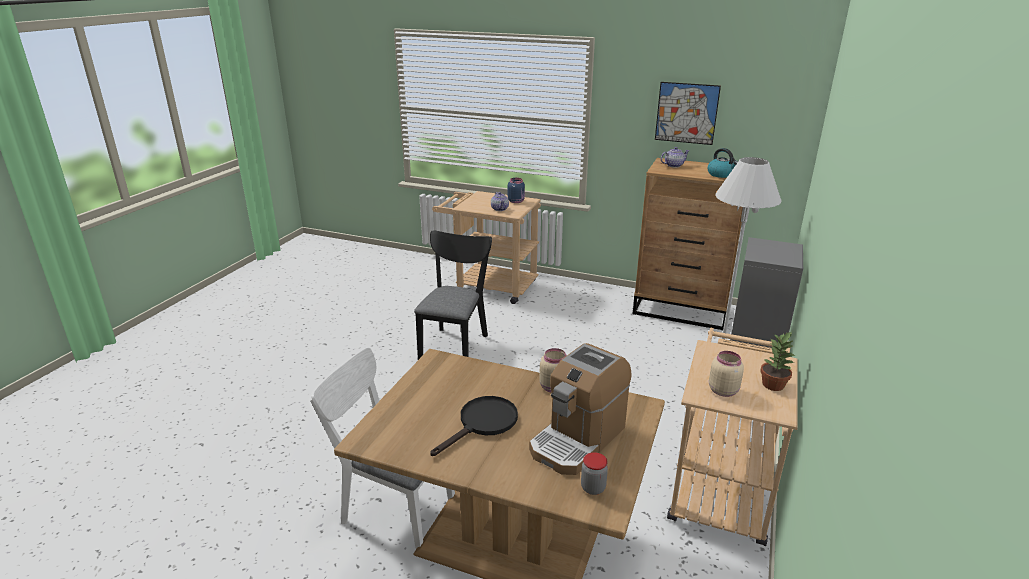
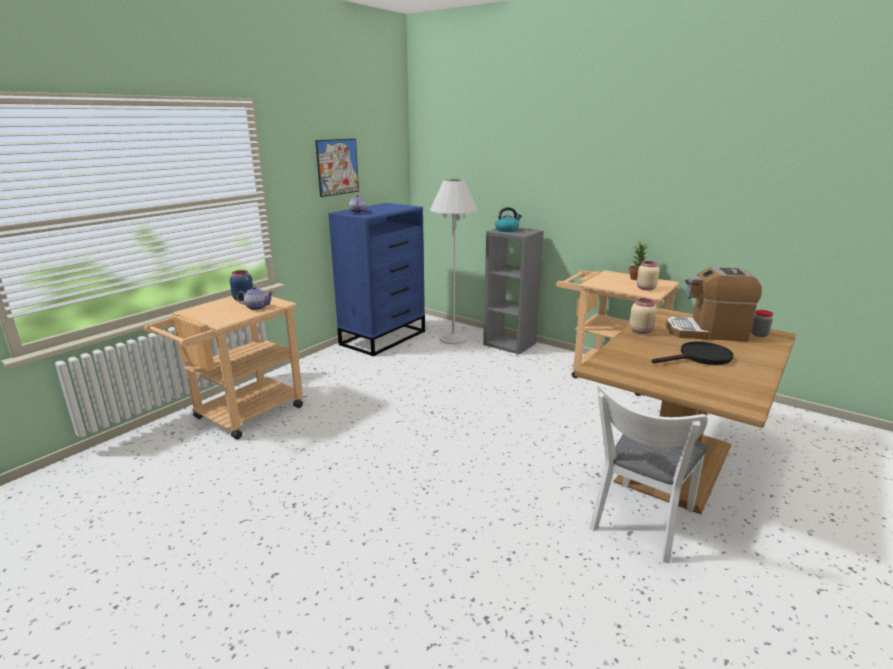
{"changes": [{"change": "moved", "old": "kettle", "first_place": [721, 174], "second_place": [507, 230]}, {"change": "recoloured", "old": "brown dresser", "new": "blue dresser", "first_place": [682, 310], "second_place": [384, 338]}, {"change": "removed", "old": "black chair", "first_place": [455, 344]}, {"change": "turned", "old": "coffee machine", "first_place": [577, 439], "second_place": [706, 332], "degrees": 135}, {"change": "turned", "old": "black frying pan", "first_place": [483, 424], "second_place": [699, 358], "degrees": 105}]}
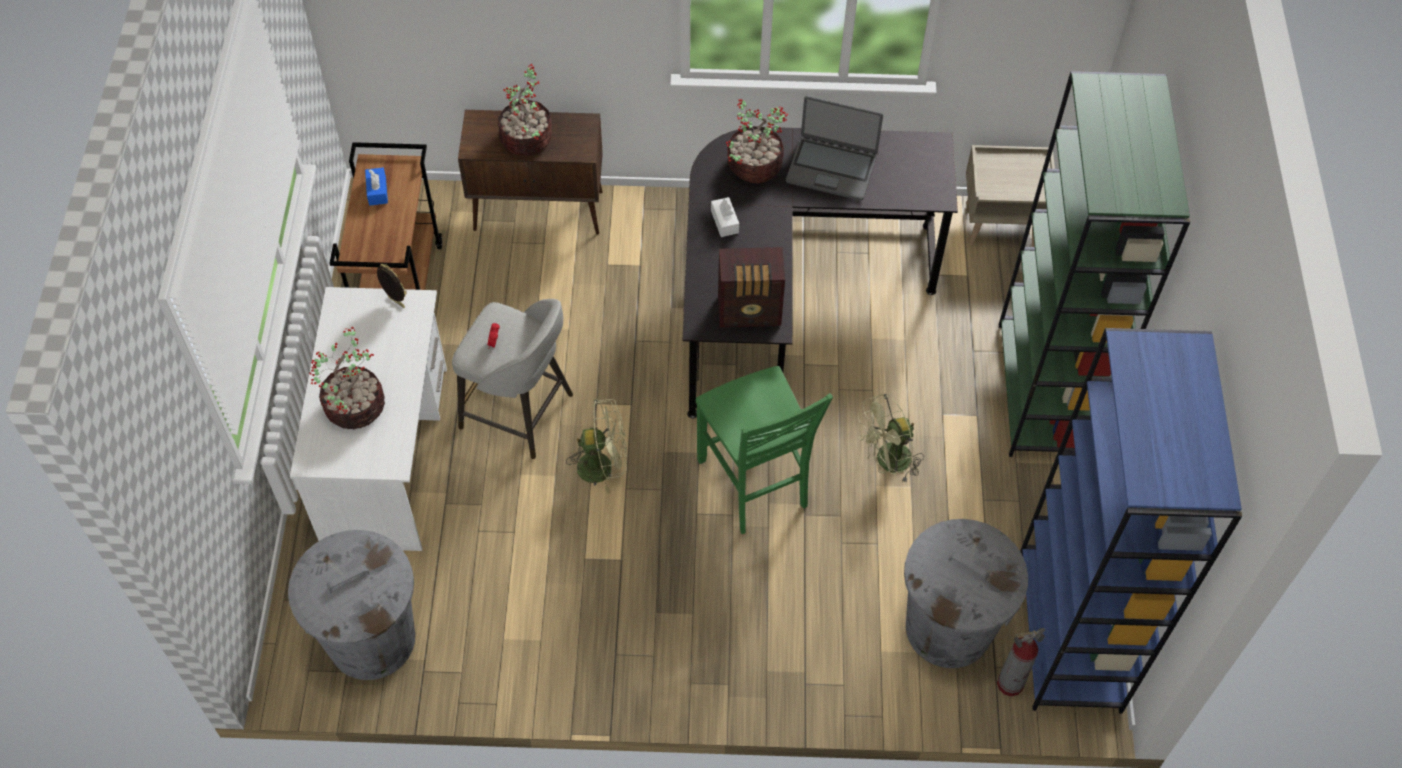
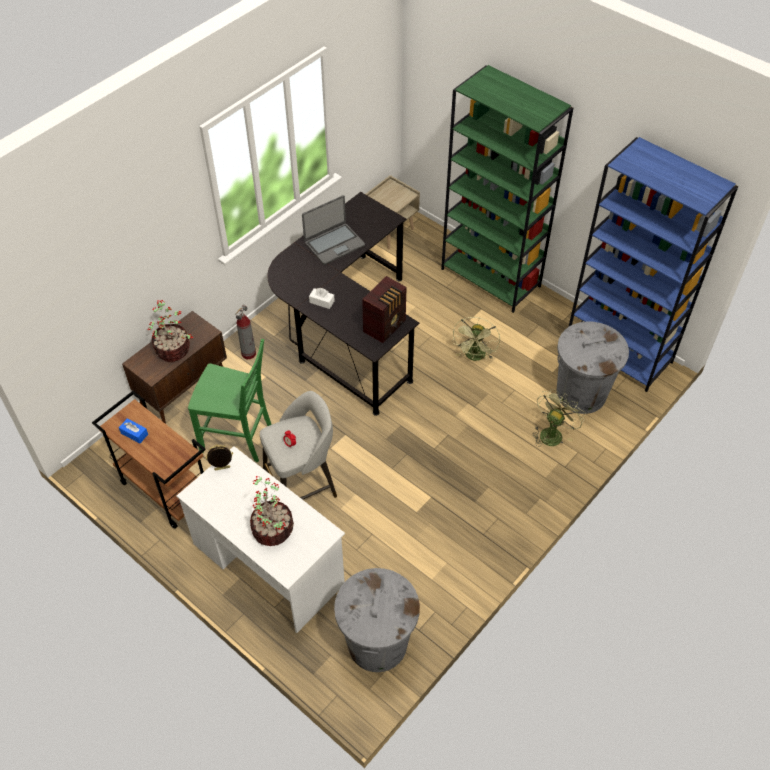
{"changes": [{"change": "removed", "old": "potted plant", "first_place": [753, 166]}, {"change": "moved", "old": "green chair", "first_place": [754, 484], "second_place": [238, 438]}, {"change": "moved", "old": "green fan", "first_place": [603, 466], "second_place": [552, 433]}, {"change": "moved", "old": "fire extinguisher", "first_place": [1010, 683], "second_place": [248, 353]}]}
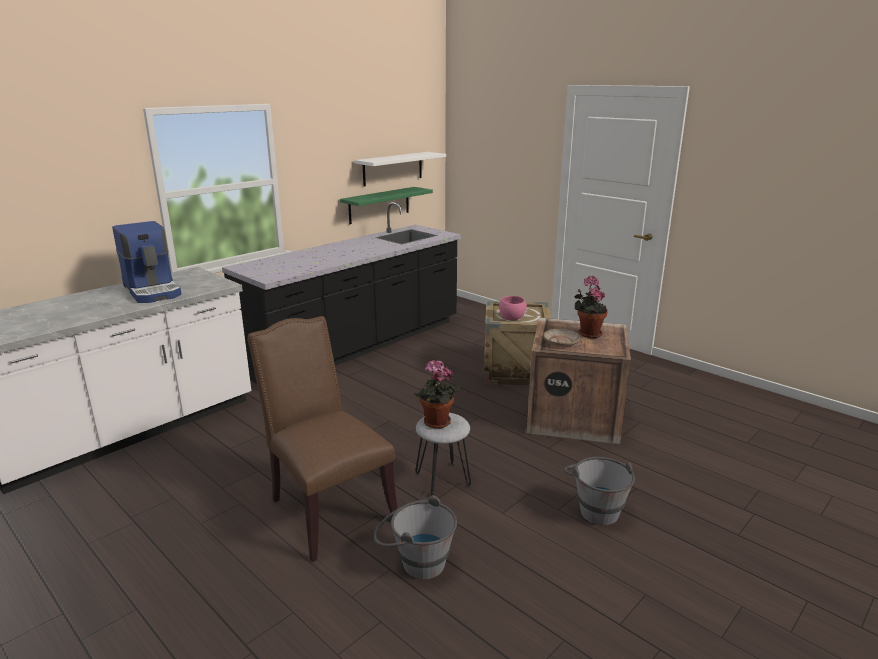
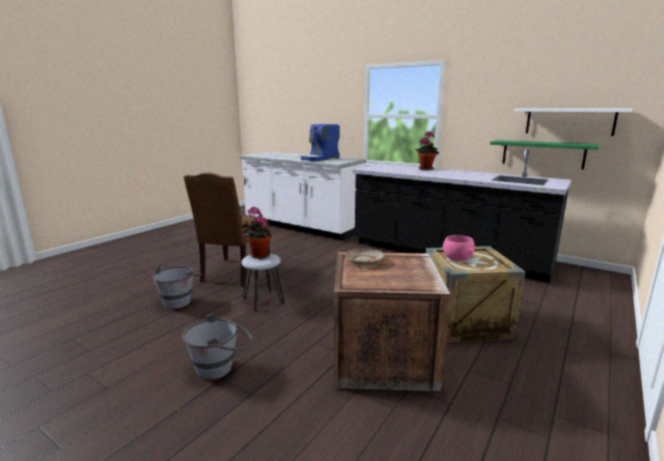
{"changes": [{"change": "moved", "old": "potted plant", "first_place": [588, 333], "second_place": [426, 168]}, {"change": "turned", "old": "brown chair", "first_place": [327, 508], "second_place": [234, 273], "degrees": 150}]}
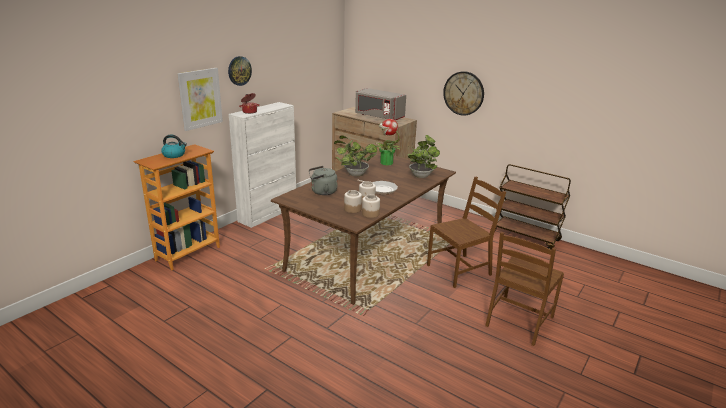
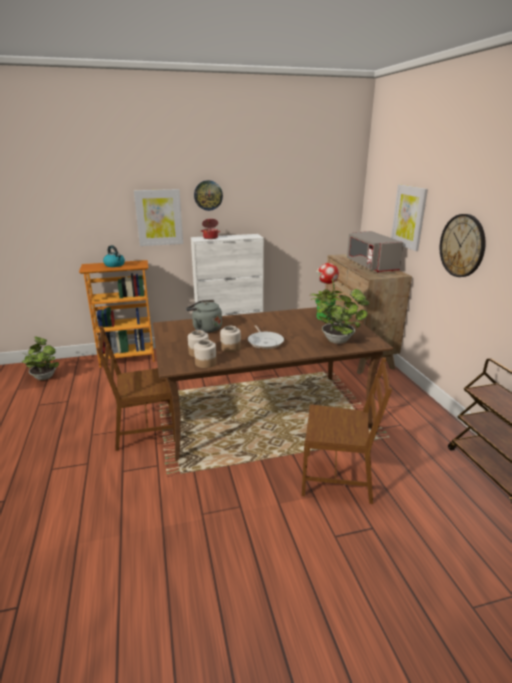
{"changes": [{"change": "moved", "old": "potted plant", "first_place": [354, 174], "second_place": [44, 376]}, {"change": "moved", "old": "brown chair", "first_place": [519, 321], "second_place": [144, 430]}, {"change": "added", "new": "picture", "second_place": [409, 217]}]}
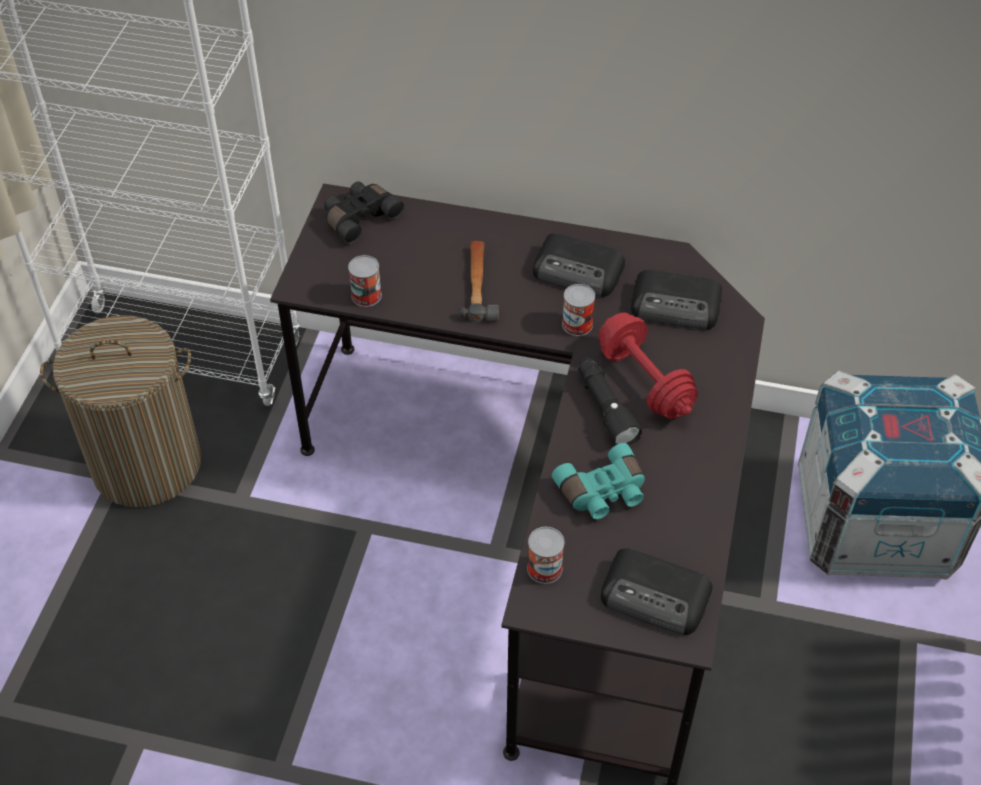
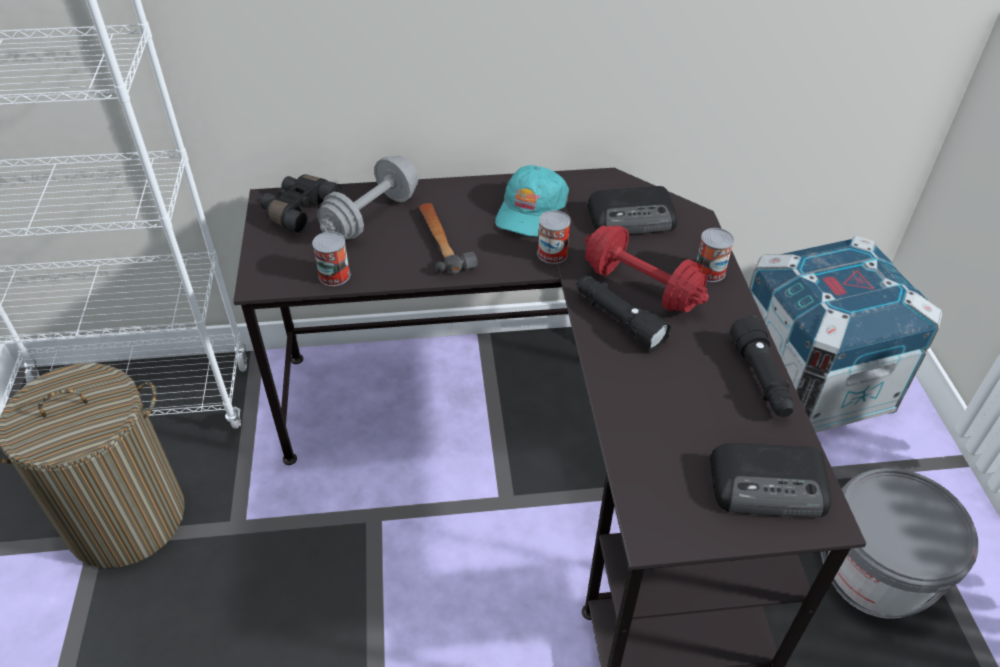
{"changes": [{"change": "replaced", "old": "radio", "new": "turquoise cap", "first_place": [579, 271], "second_place": [530, 210]}, {"change": "removed", "old": "turquoise binoculars", "first_place": [603, 493]}, {"change": "moved", "old": "can", "first_place": [544, 568], "second_place": [709, 271]}, {"change": "added", "new": "grey dumbbell", "second_place": [371, 216]}, {"change": "added", "new": "black flashlight", "second_place": [760, 379]}, {"change": "added", "new": "grey bucket", "second_place": [874, 574]}]}
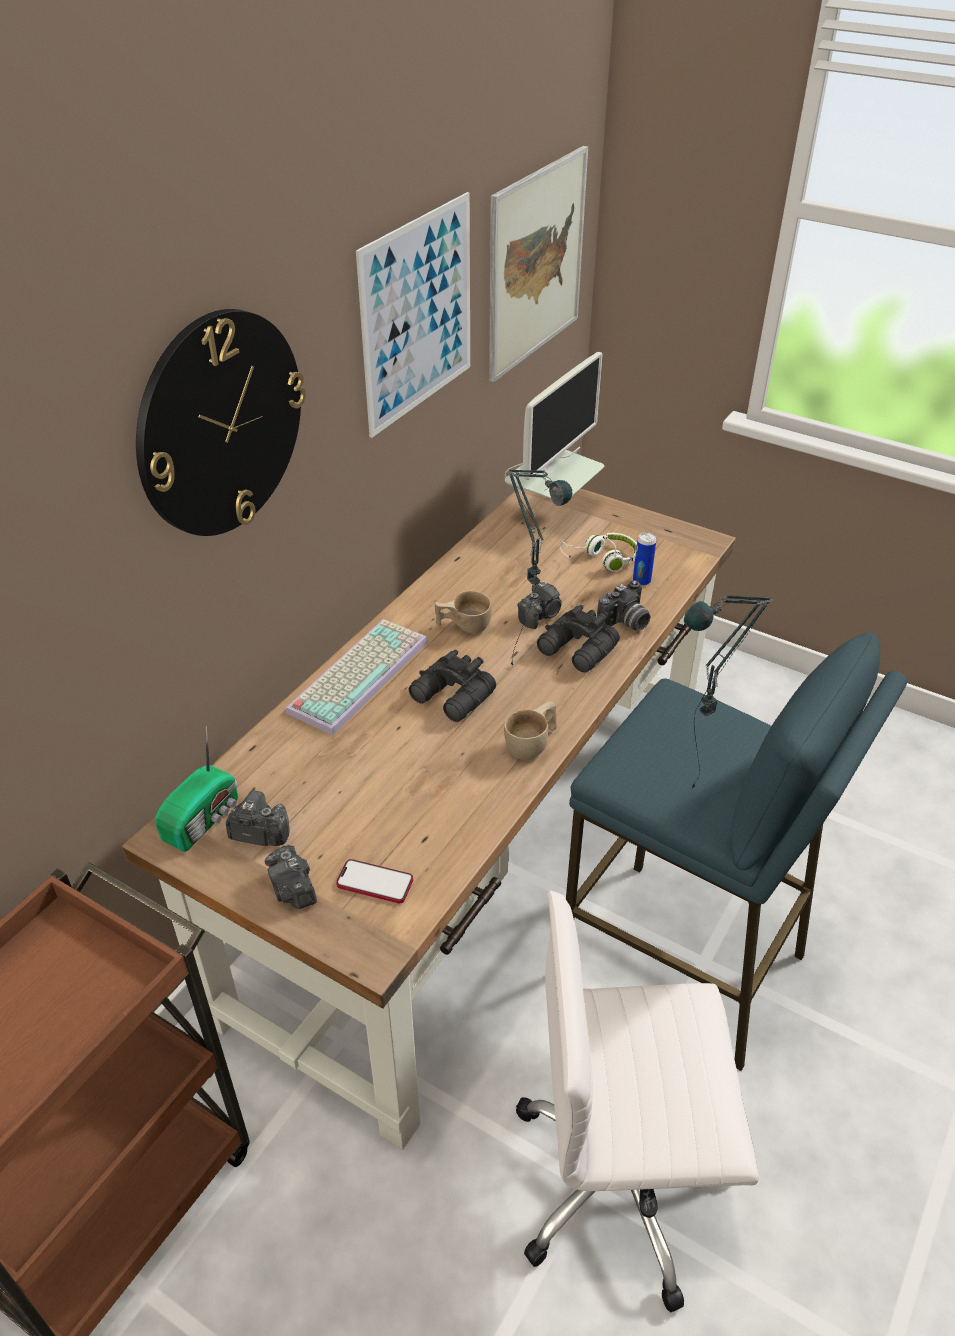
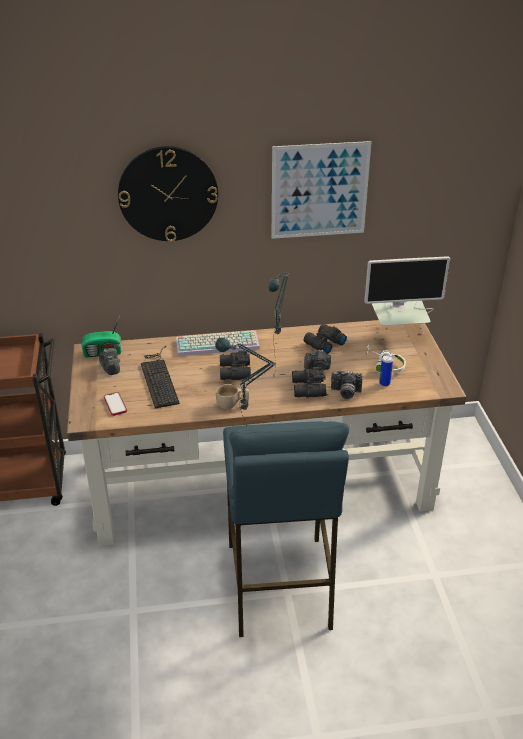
{"changes": [{"change": "removed", "old": "picture", "first_place": [536, 263]}, {"change": "removed", "old": "beige cup", "first_place": [463, 626]}, {"change": "removed", "old": "photo camera", "first_place": [293, 890]}, {"change": "removed", "old": "white office chair", "first_place": [623, 1180]}, {"change": "added", "new": "black binoculars", "second_place": [323, 343]}, {"change": "added", "new": "keyboard", "second_place": [159, 378]}]}
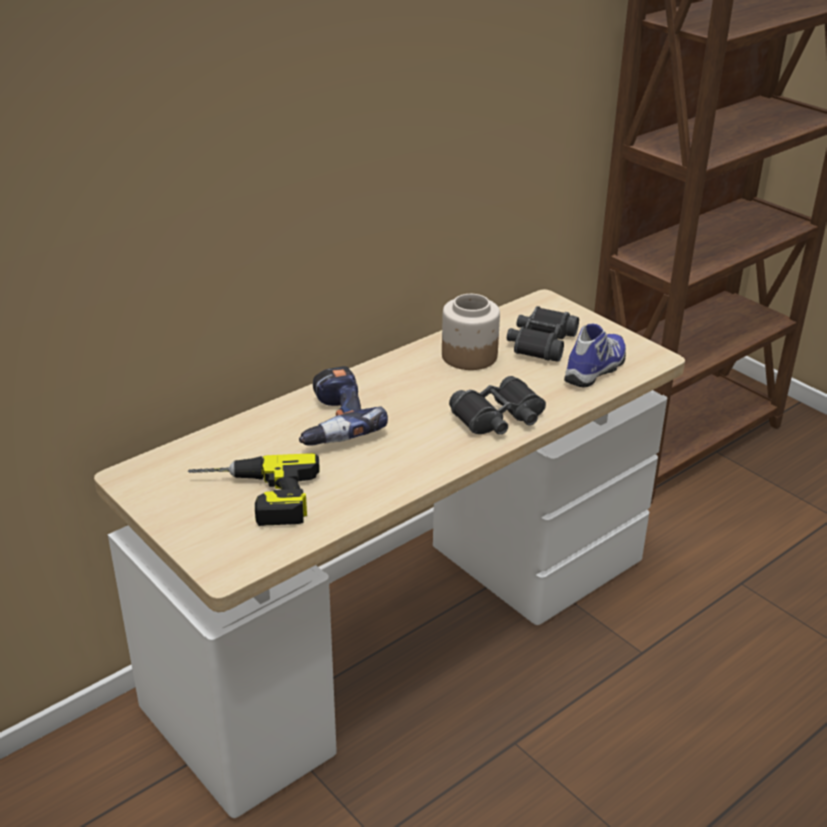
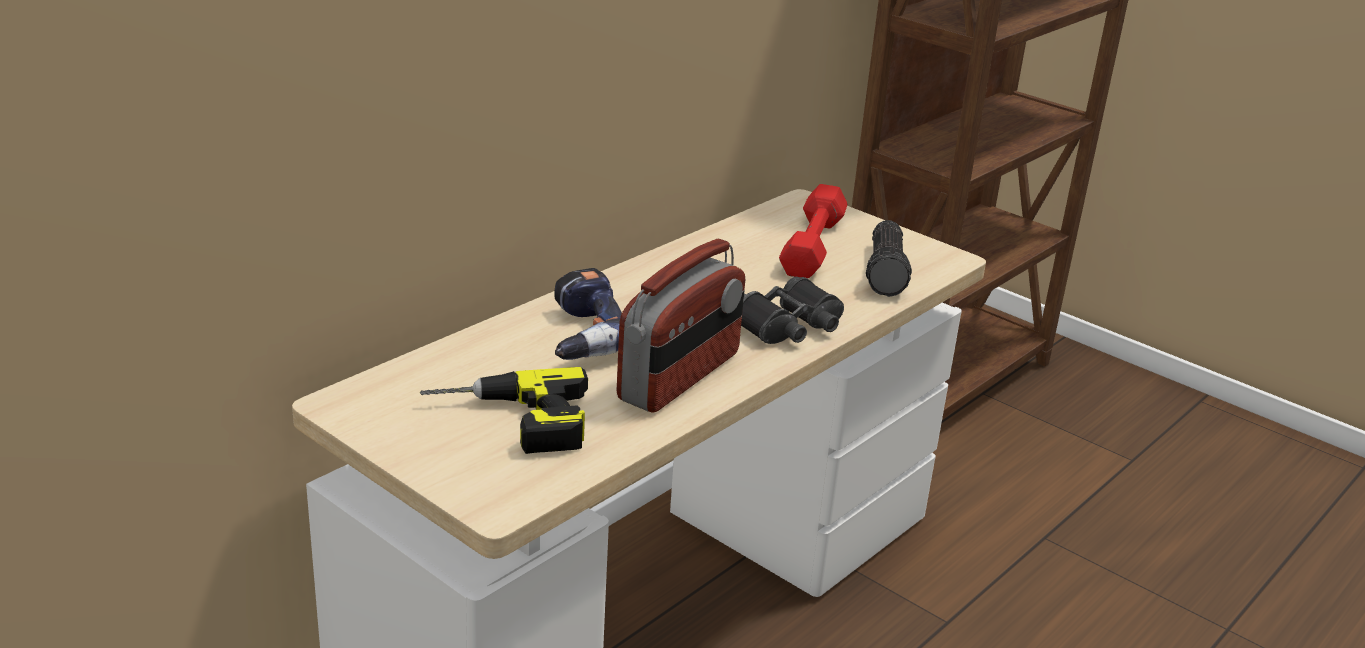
{"changes": [{"change": "removed", "old": "jar", "first_place": [468, 356]}, {"change": "replaced", "old": "black binoculars", "new": "red dumbbell", "first_place": [540, 343], "second_place": [813, 245]}, {"change": "replaced", "old": "shoe", "new": "flashlight", "first_place": [596, 369], "second_place": [888, 272]}, {"change": "added", "new": "radio", "second_place": [680, 377]}]}
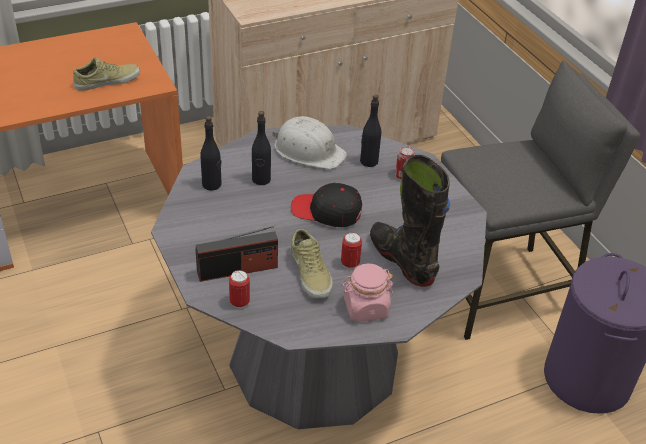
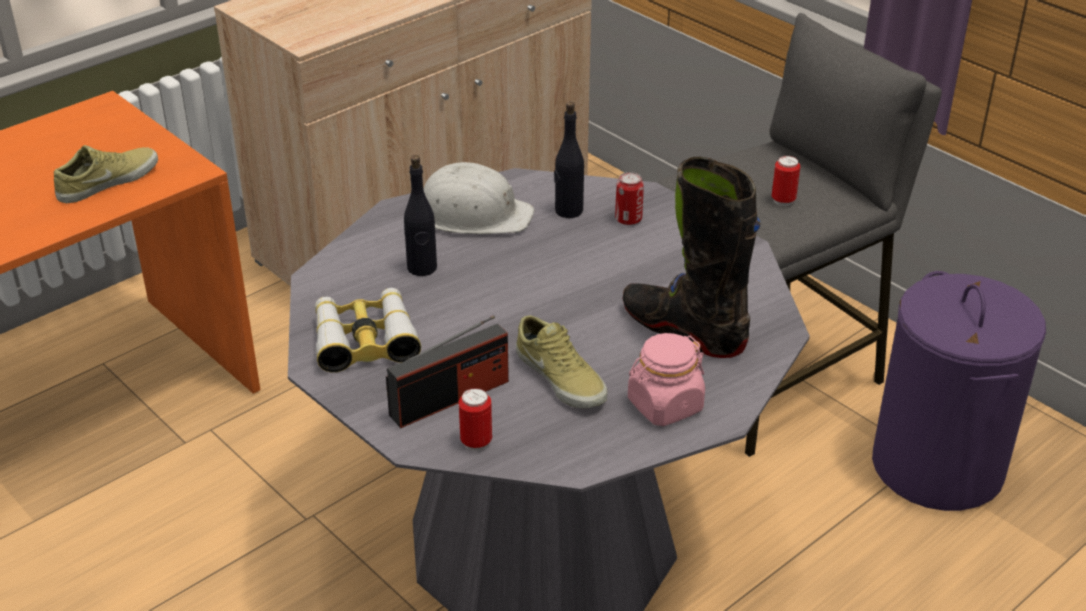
{"changes": [{"change": "removed", "old": "black bottle", "first_place": [212, 184]}, {"change": "removed", "old": "black cap", "first_place": [326, 212]}, {"change": "moved", "old": "can", "first_place": [350, 263], "second_place": [783, 200]}, {"change": "added", "new": "binoculars", "second_place": [365, 340]}]}
